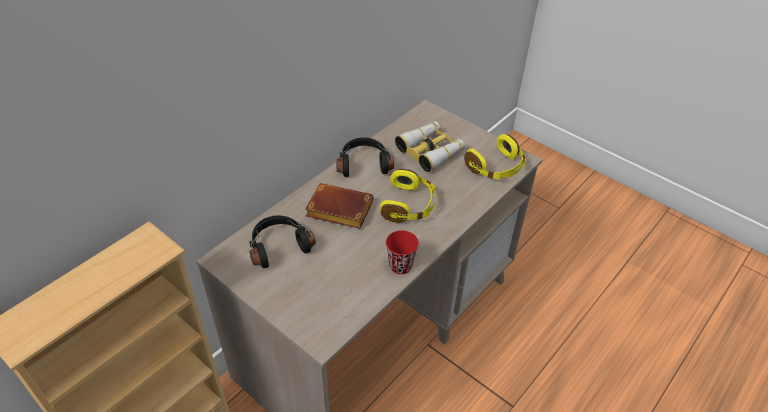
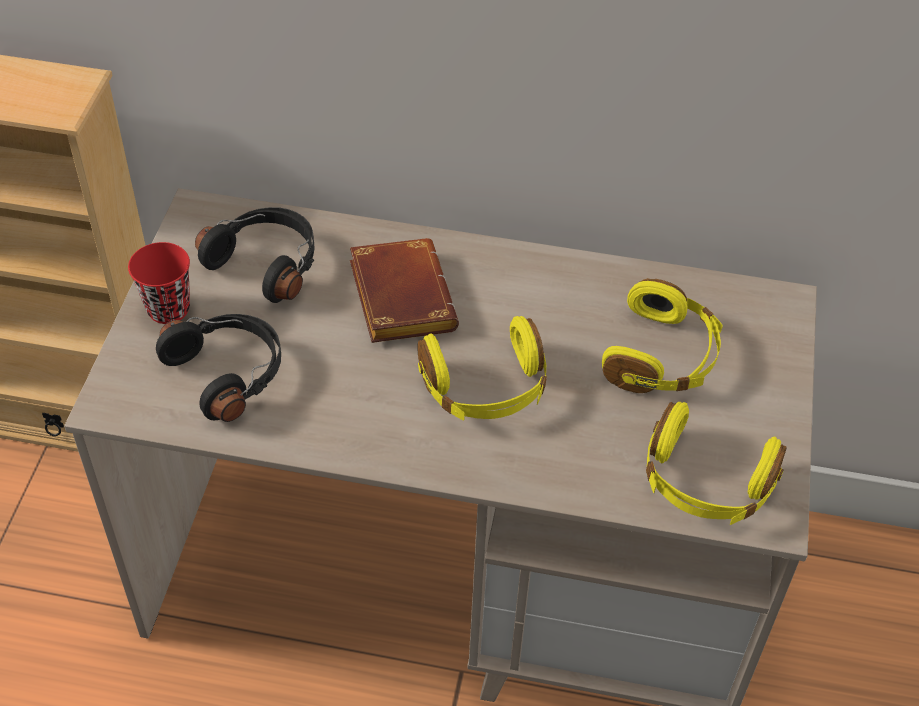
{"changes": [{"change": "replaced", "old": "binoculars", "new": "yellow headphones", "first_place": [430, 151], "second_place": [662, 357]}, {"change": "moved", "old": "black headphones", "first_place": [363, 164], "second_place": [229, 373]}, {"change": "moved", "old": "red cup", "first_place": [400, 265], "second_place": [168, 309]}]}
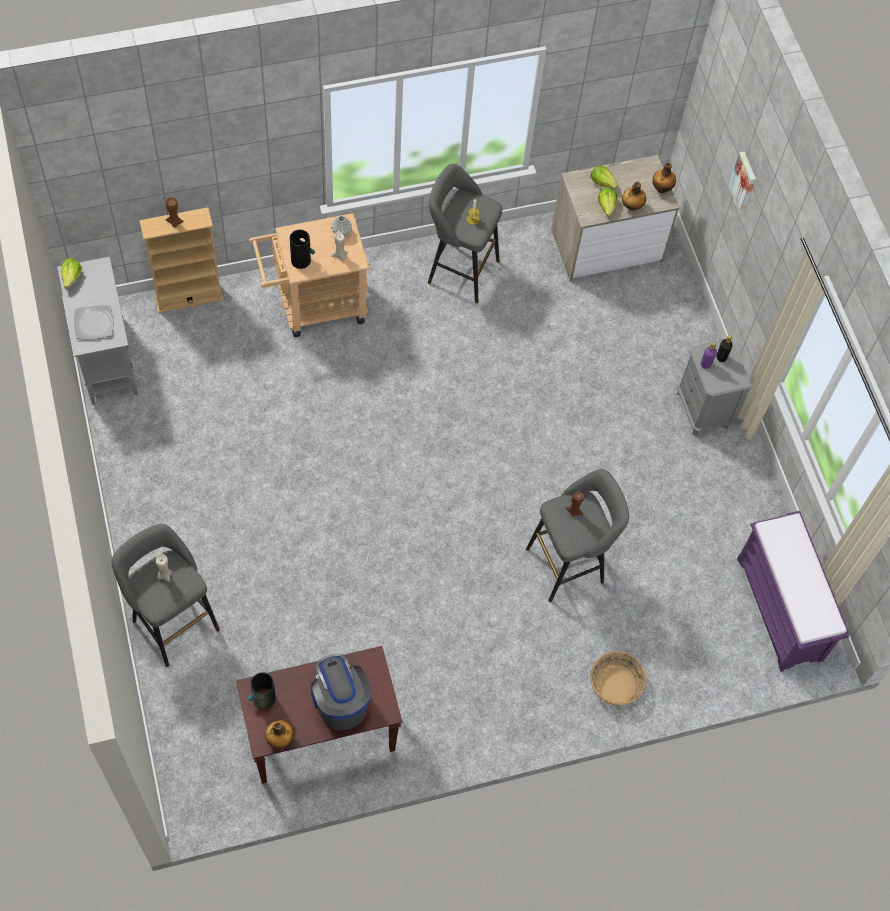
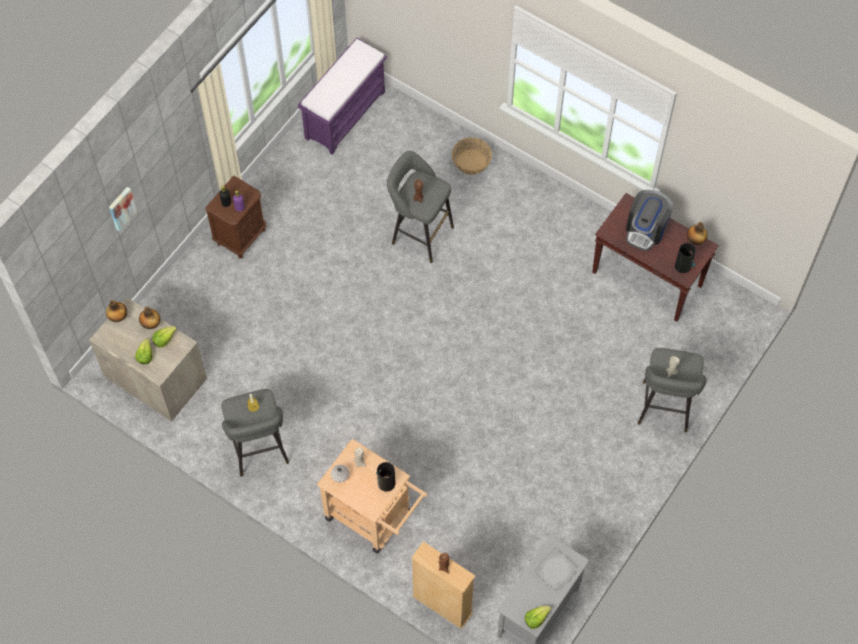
{"changes": [{"change": "recoloured", "old": "grey nightstand", "new": "brown nightstand", "first_place": [703, 410], "second_place": [241, 236]}]}
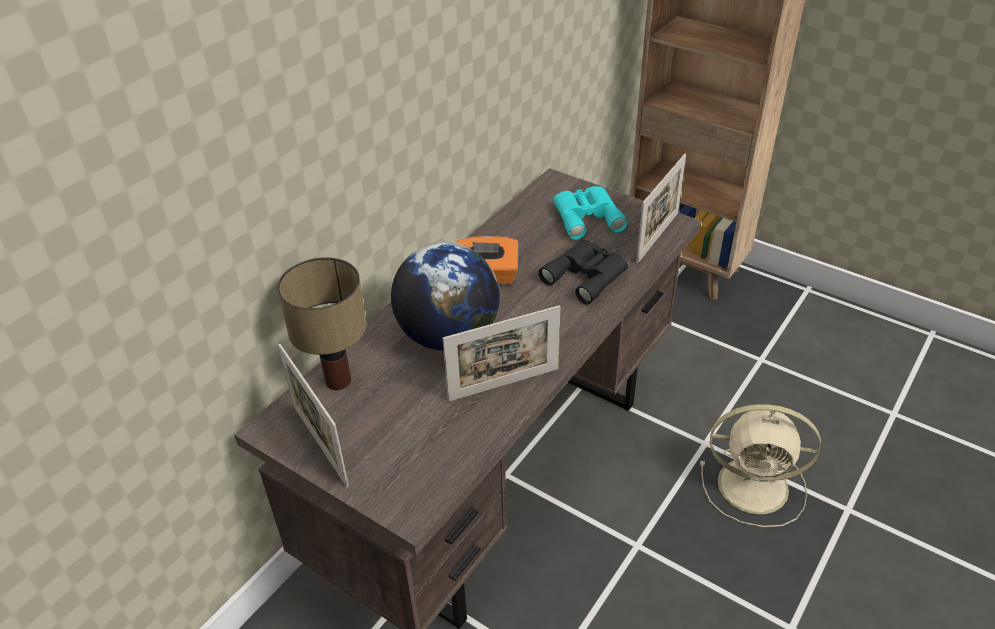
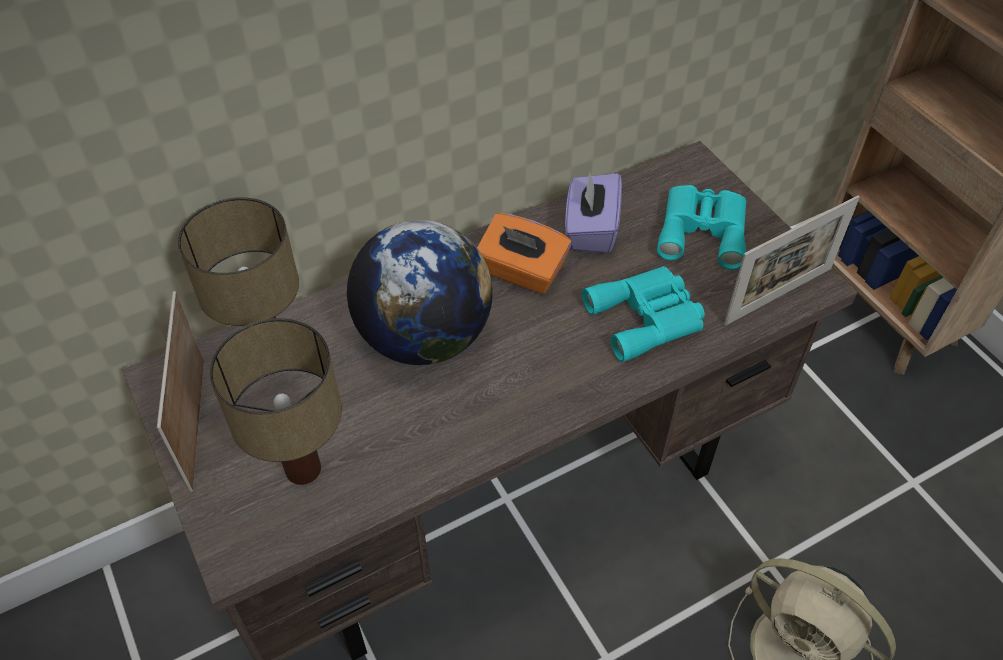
{"changes": [{"change": "recoloured", "old": "black binoculars", "new": "turquoise binoculars", "first_place": [587, 275], "second_place": [647, 318]}, {"change": "removed", "old": "picture frame", "first_place": [504, 384]}, {"change": "added", "new": "purple tissue box", "second_place": [590, 230]}, {"change": "added", "new": "table lamp", "second_place": [304, 467]}]}
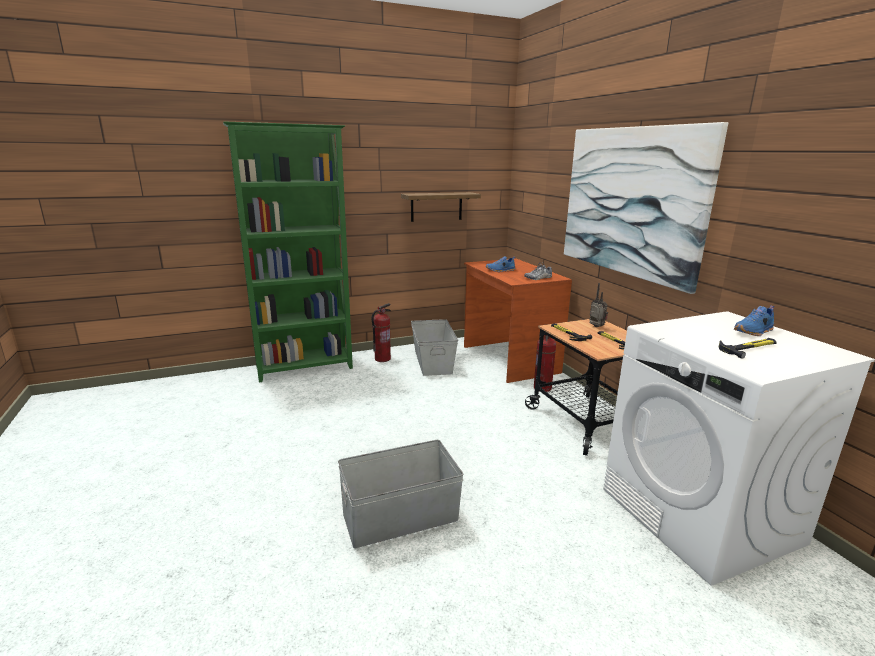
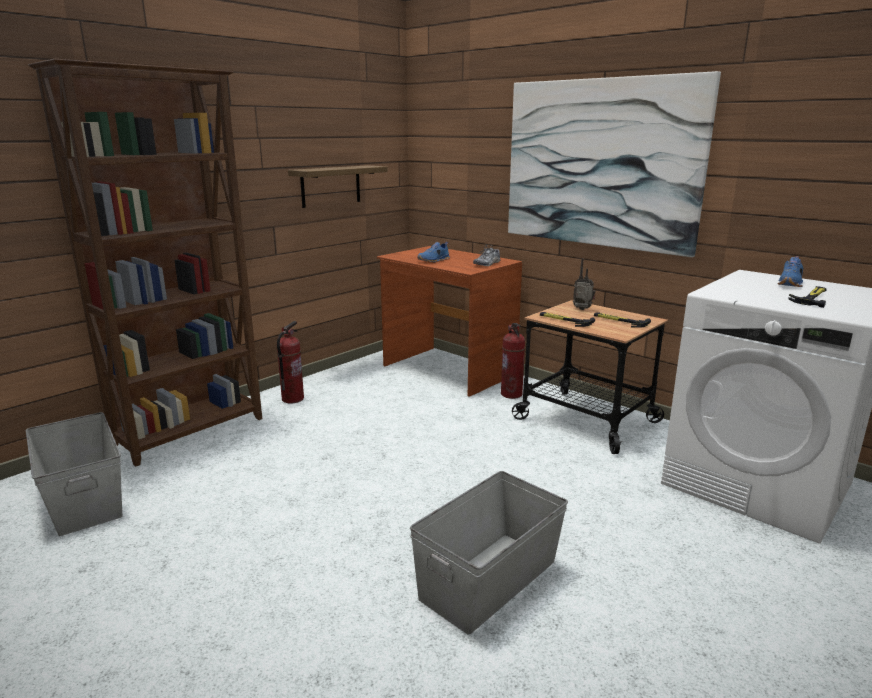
{"changes": [{"change": "recoloured", "old": "green bookcase", "new": "brown bookcase", "first_place": [305, 368], "second_place": [192, 432]}, {"change": "moved", "old": "grey storage box", "first_place": [433, 362], "second_place": [84, 497]}]}
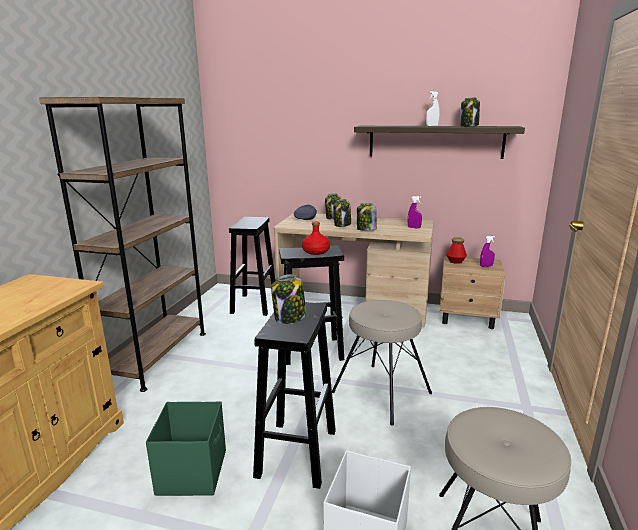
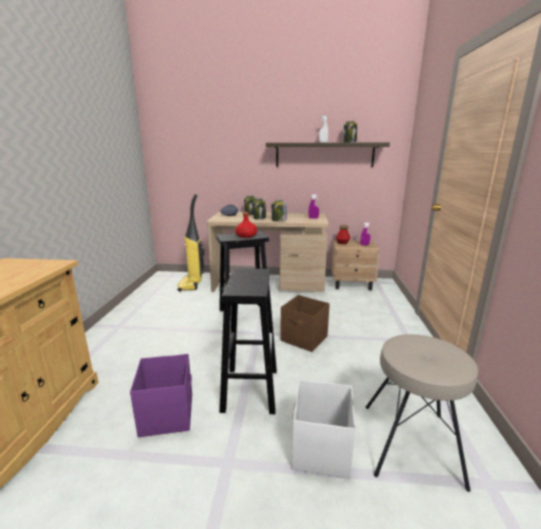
{"changes": [{"change": "removed", "old": "brown bookcase", "first_place": [156, 356]}, {"change": "replaced", "old": "black stool", "new": "vacuum cleaner", "first_place": [254, 305], "second_place": [191, 285]}, {"change": "removed", "old": "jar", "first_place": [289, 318]}, {"change": "replaced", "old": "beige stool", "new": "brown storage box", "first_place": [382, 392], "second_place": [304, 339]}, {"change": "recoloured", "old": "green storage box", "new": "purple storage box", "first_place": [193, 471], "second_place": [167, 414]}]}
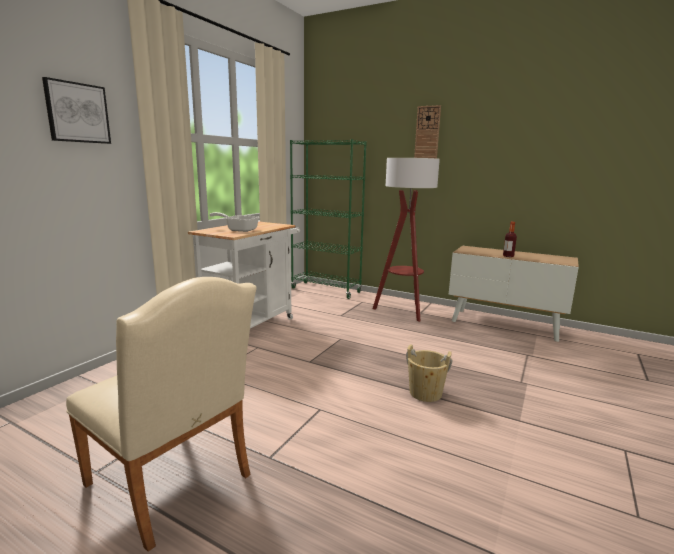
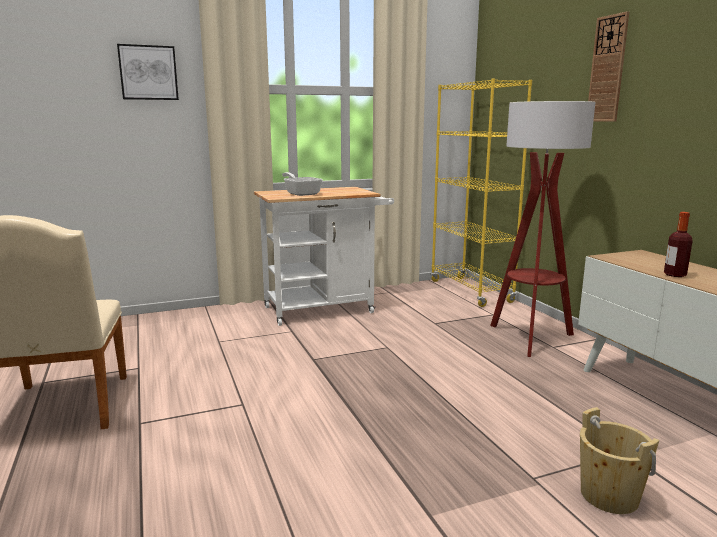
{"changes": [{"change": "recoloured", "old": "green bookcase", "new": "yellow bookcase", "first_place": [326, 290], "second_place": [470, 291]}, {"change": "moved", "old": "beige bucket", "first_place": [425, 393], "second_place": [609, 496]}]}
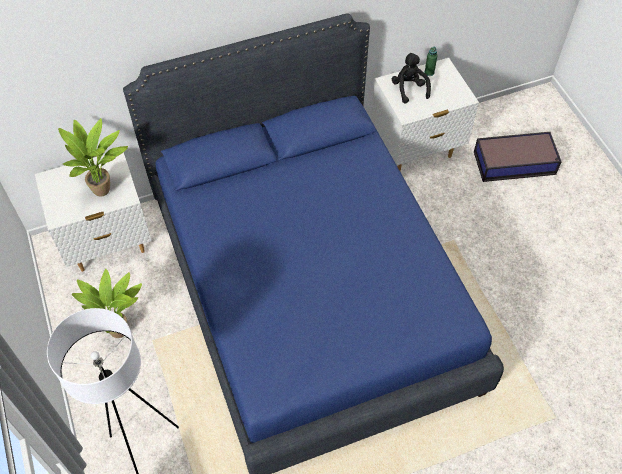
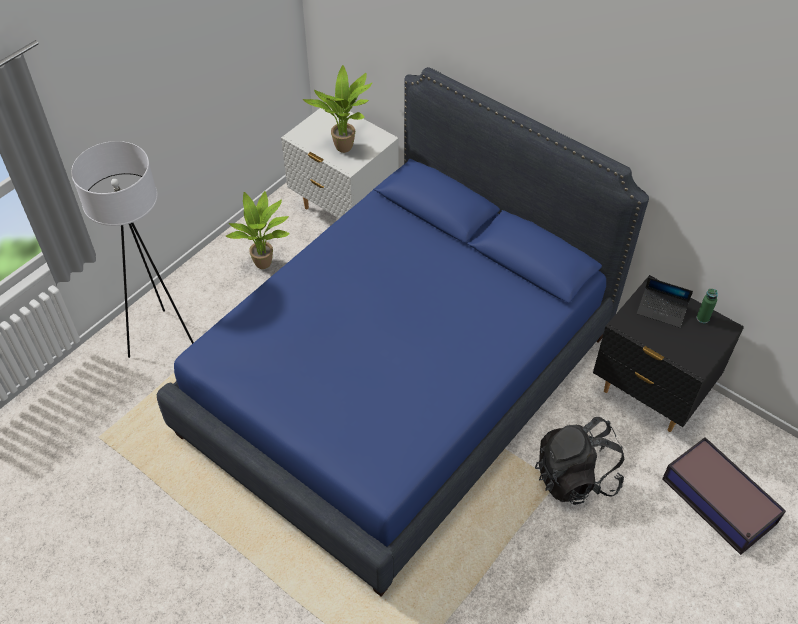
{"changes": [{"change": "replaced", "old": "black plush toy", "new": "laptop", "first_place": [409, 89], "second_place": [661, 310]}, {"change": "recoloured", "old": "white nightstand", "new": "black nightstand", "first_place": [416, 150], "second_place": [650, 394]}, {"change": "added", "new": "black backpack", "second_place": [575, 477]}]}
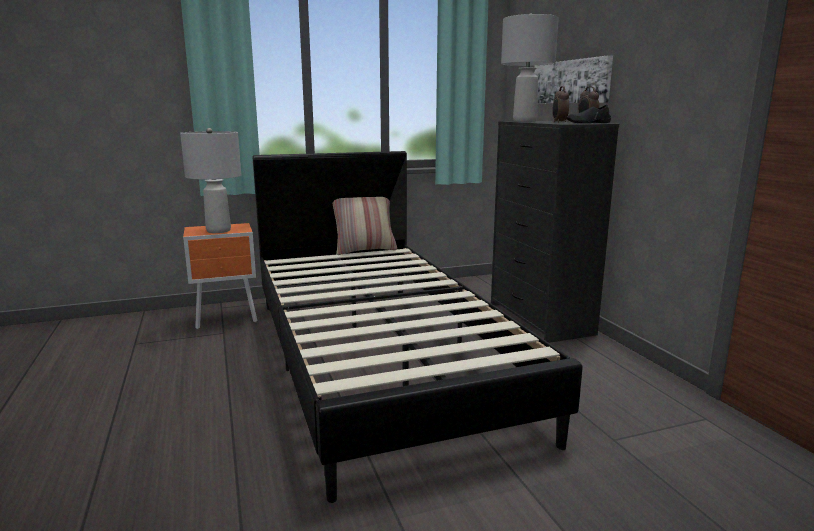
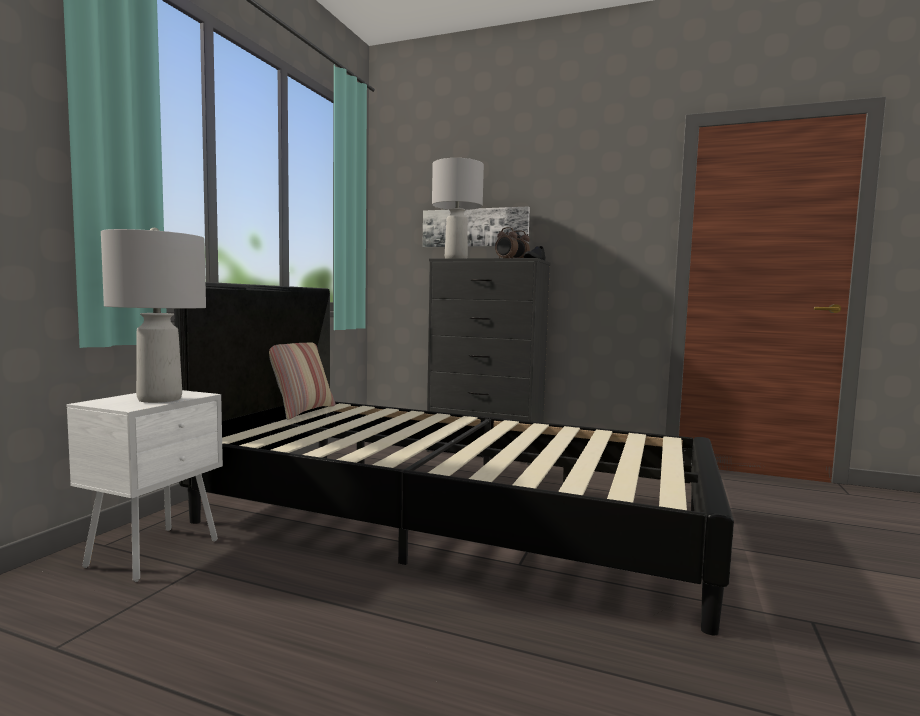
{"changes": [{"change": "recoloured", "old": "orange nightstand", "new": "white nightstand", "first_place": [228, 319], "second_place": [157, 552]}]}
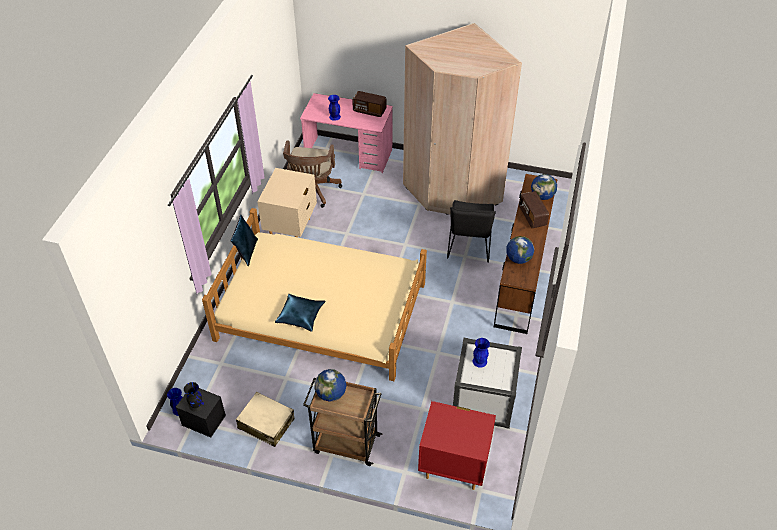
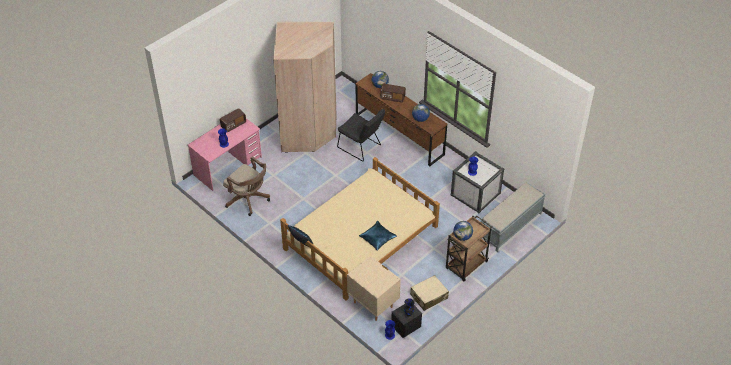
{"changes": [{"change": "moved", "old": "beige nightstand", "first_place": [291, 229], "second_place": [373, 304]}, {"change": "replaced", "old": "red nightstand", "new": "grey bench", "first_place": [453, 467], "second_place": [510, 226]}]}
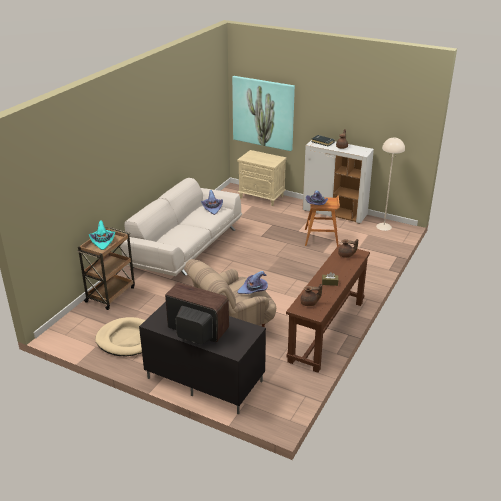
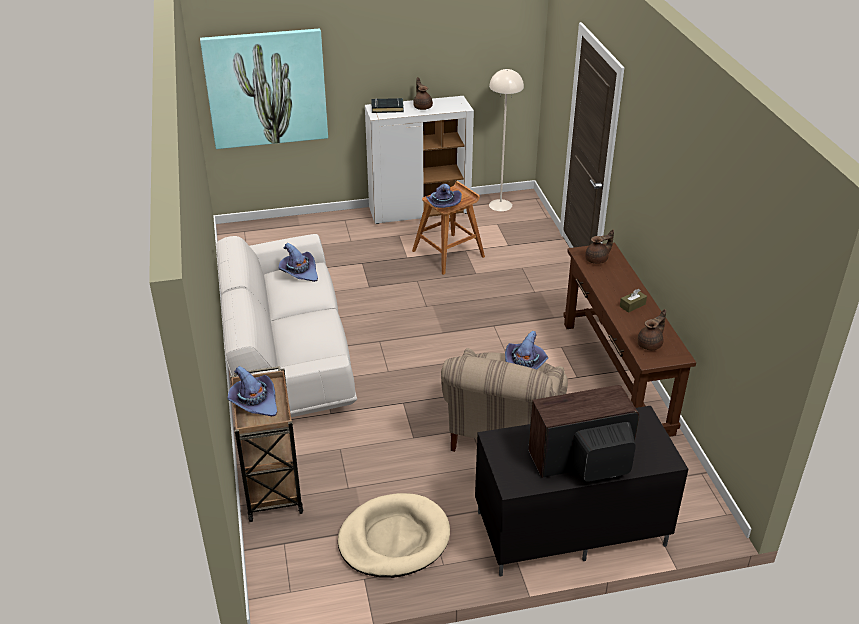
{"changes": [{"change": "removed", "old": "beige nightstand", "first_place": [262, 197]}, {"change": "recoloured", "old": "turquoise hat", "new": "purple hat", "first_place": [103, 241], "second_place": [254, 402]}]}
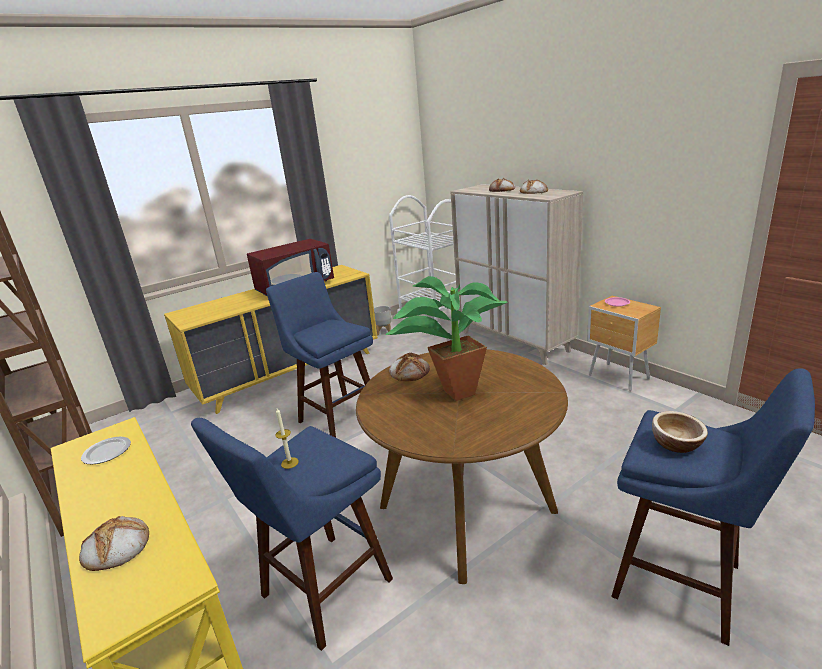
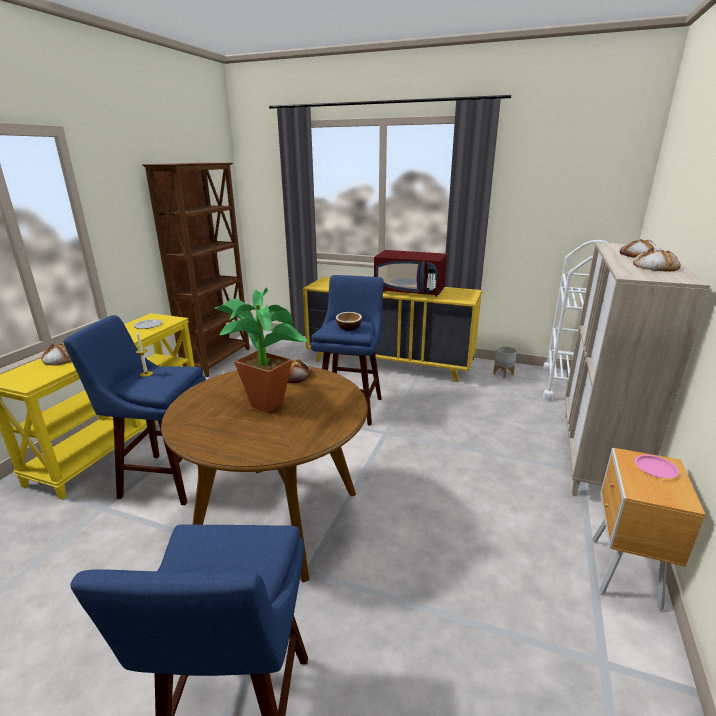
{"changes": [{"change": "moved", "old": "bowl", "first_place": [676, 443], "second_place": [349, 328]}]}
